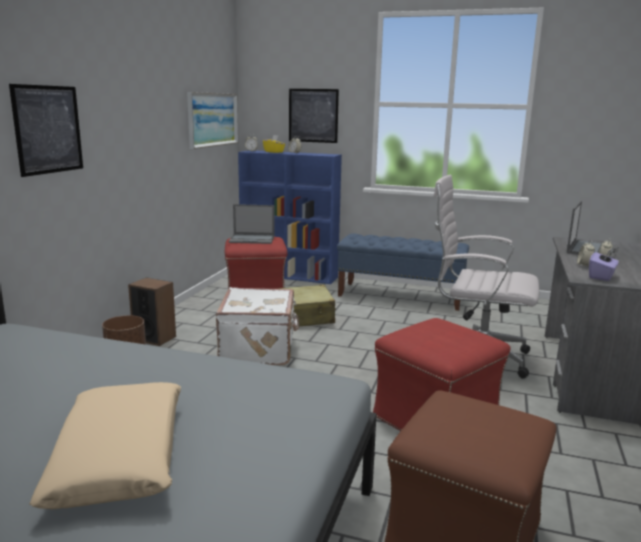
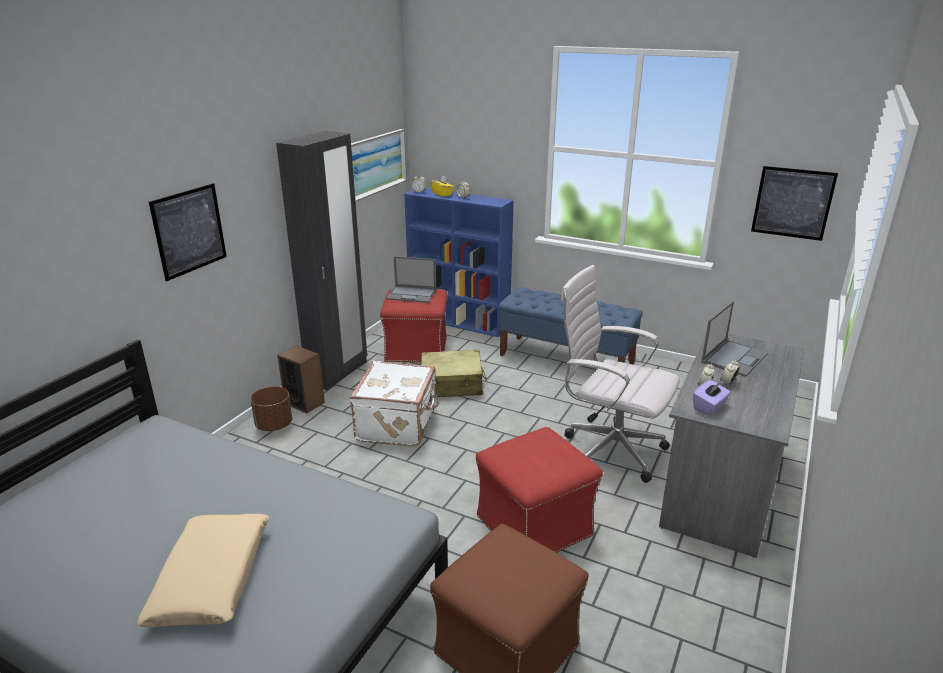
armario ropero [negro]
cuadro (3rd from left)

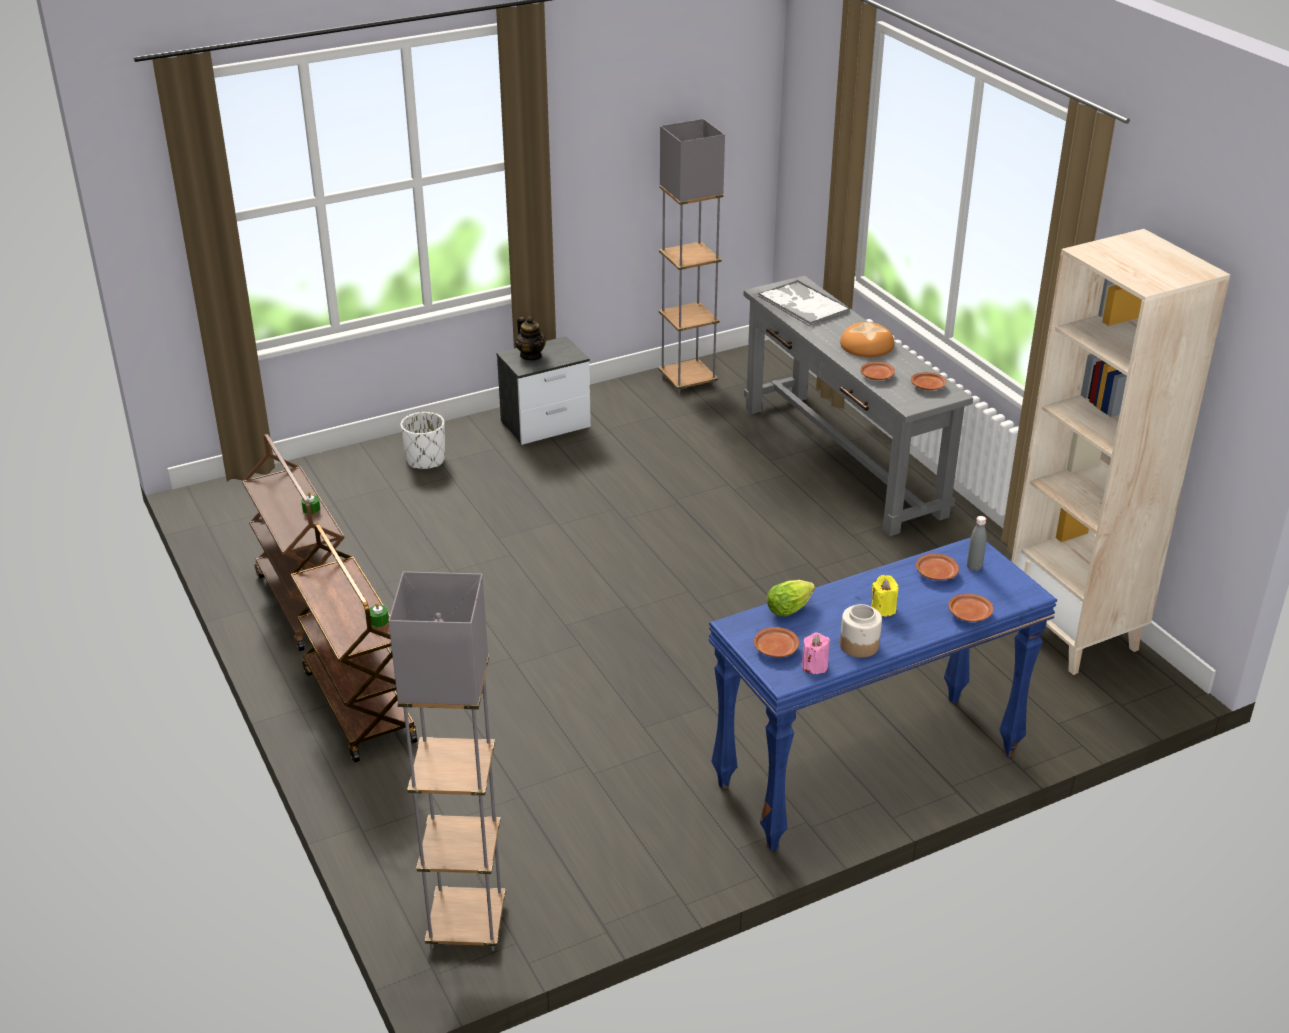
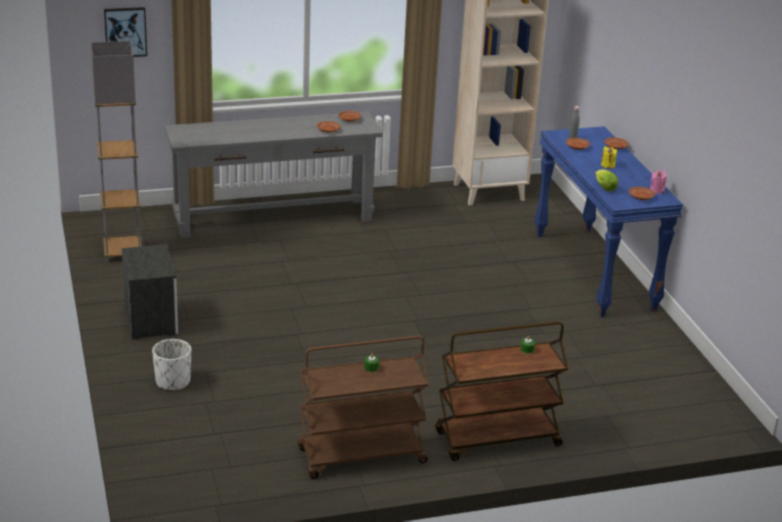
cuadro
lámpara de pie [gris] (1st from left in the first image)
tetera
bandeja
pan
tarro

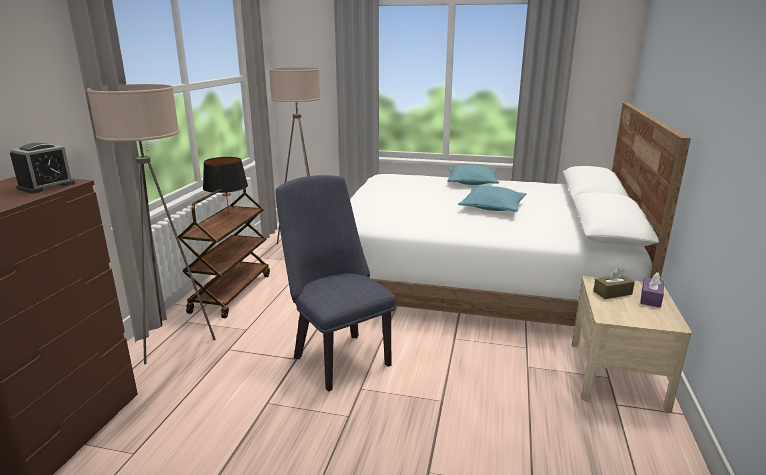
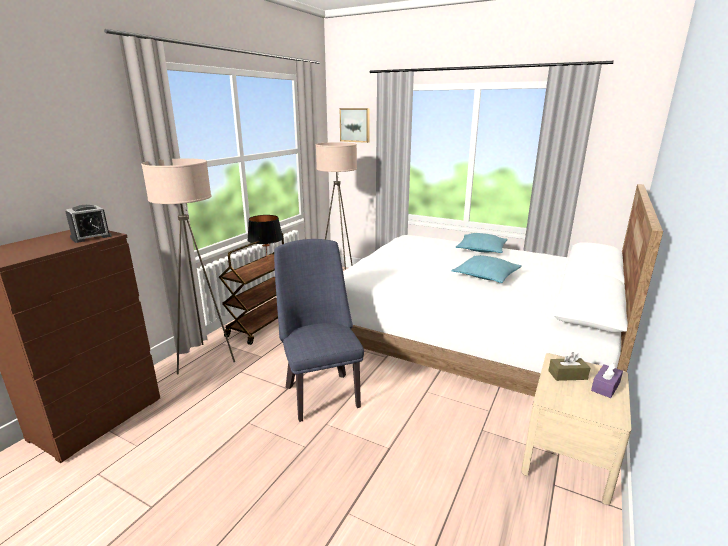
cuadro

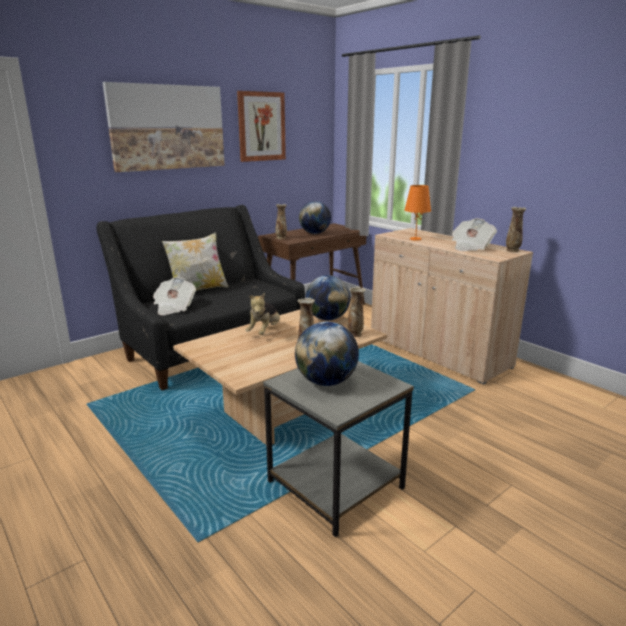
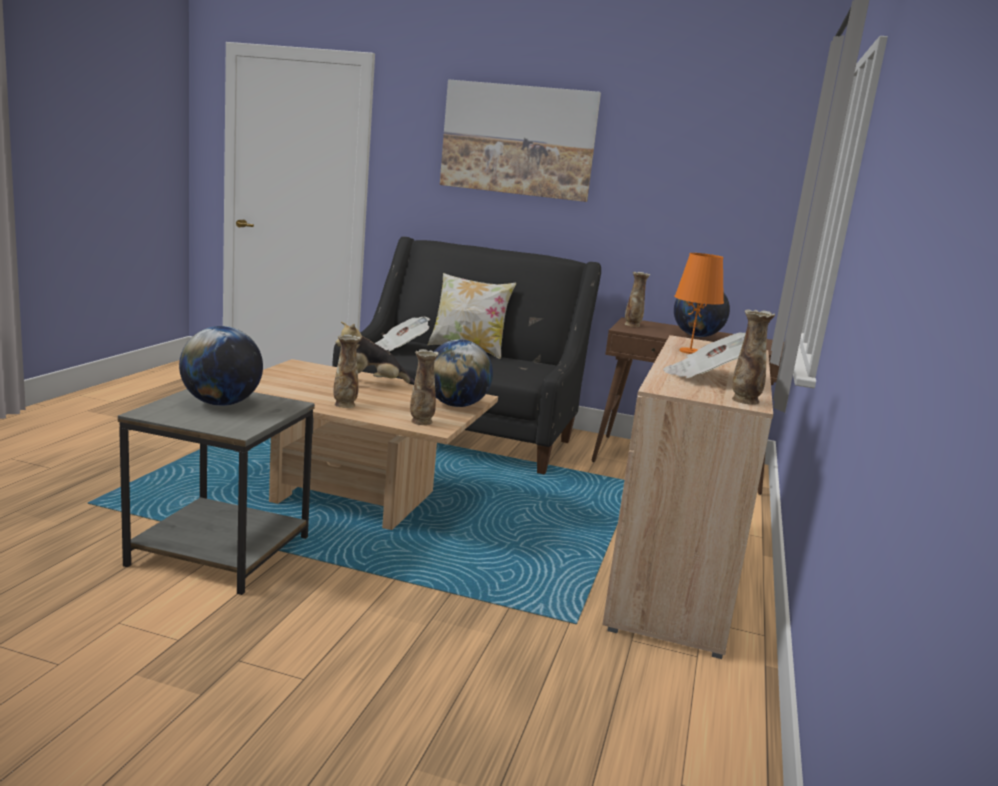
cuadro (2nd from left in the first image)

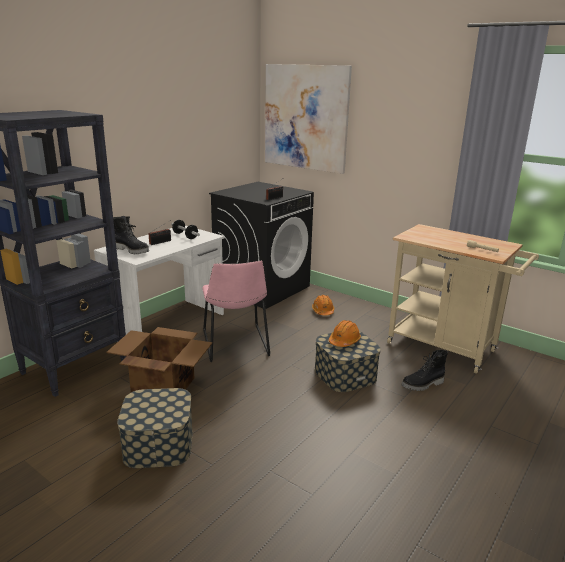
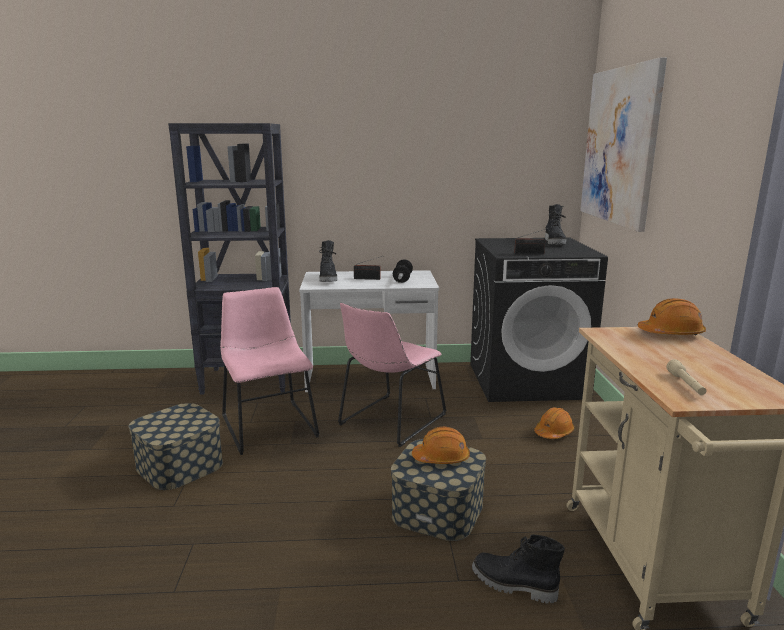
silla [rosa] (1st from left)
bota [negro] (3rd from left)
casco [naranja] (3rd from left)

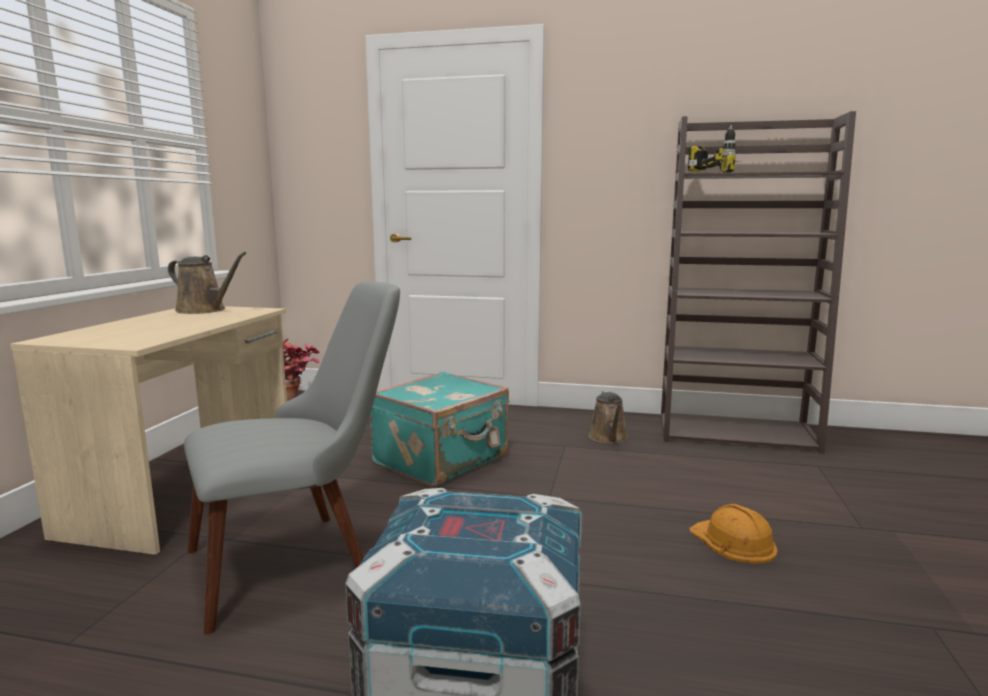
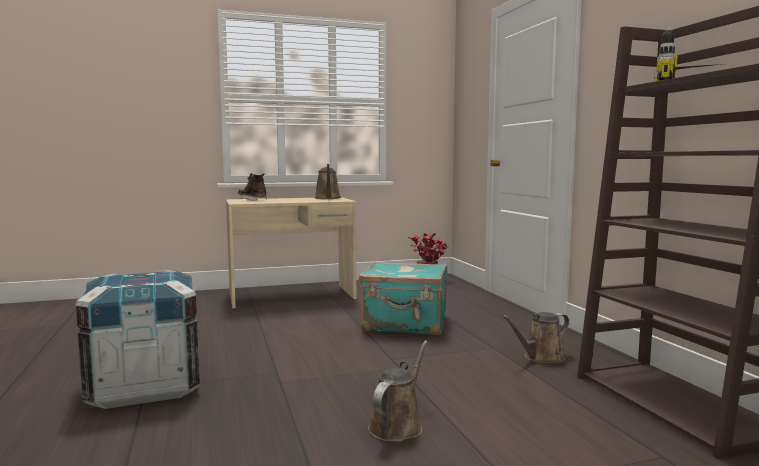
bota [marrón]
regadera [marrón] (2nd from left)
silla [gris]

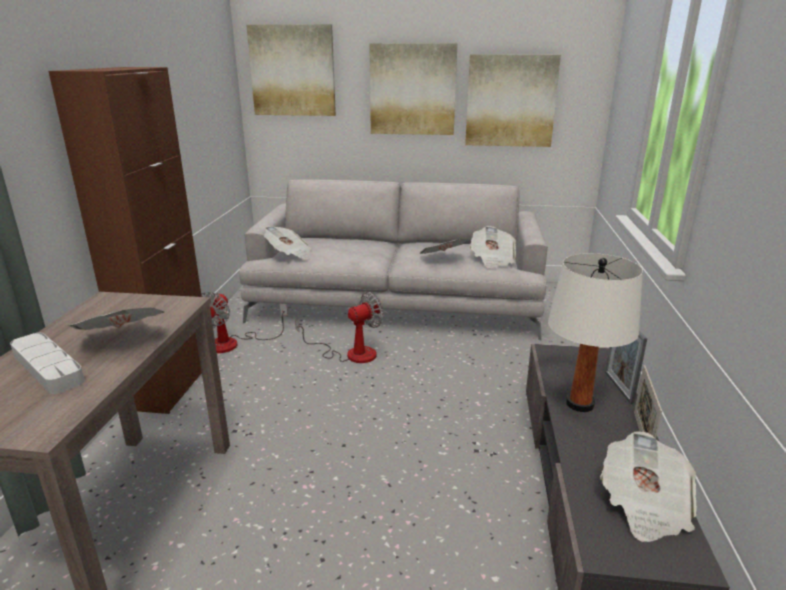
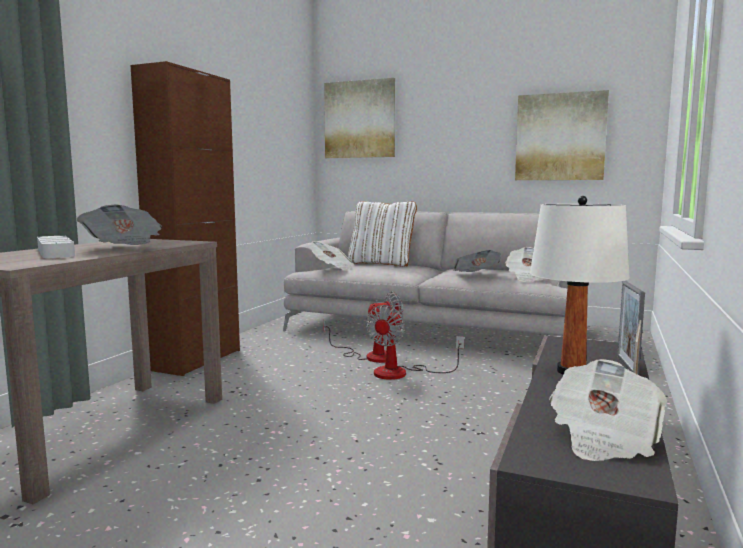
cojín [blanco]
ventilador (2nd from left)
cuadro (2nd from left in the first image)

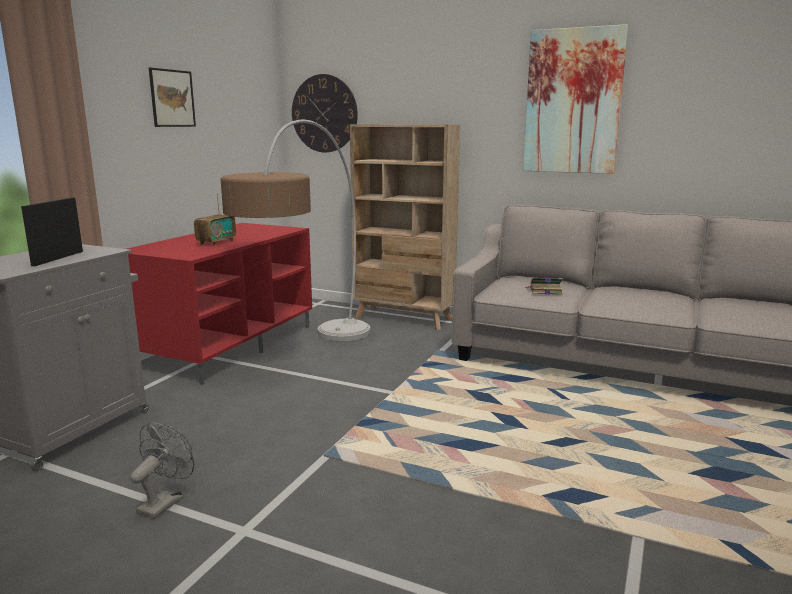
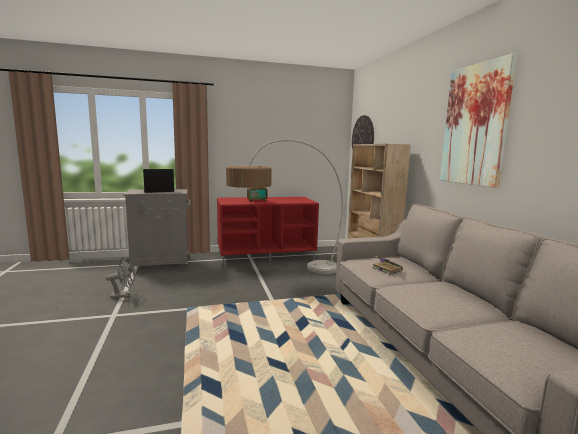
cuadro (1st from left in the first image)

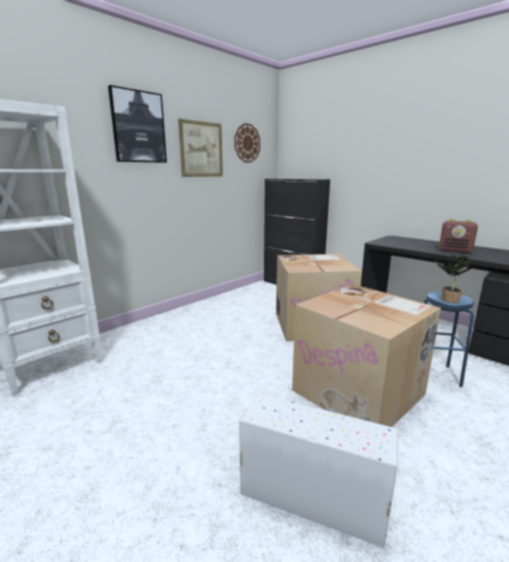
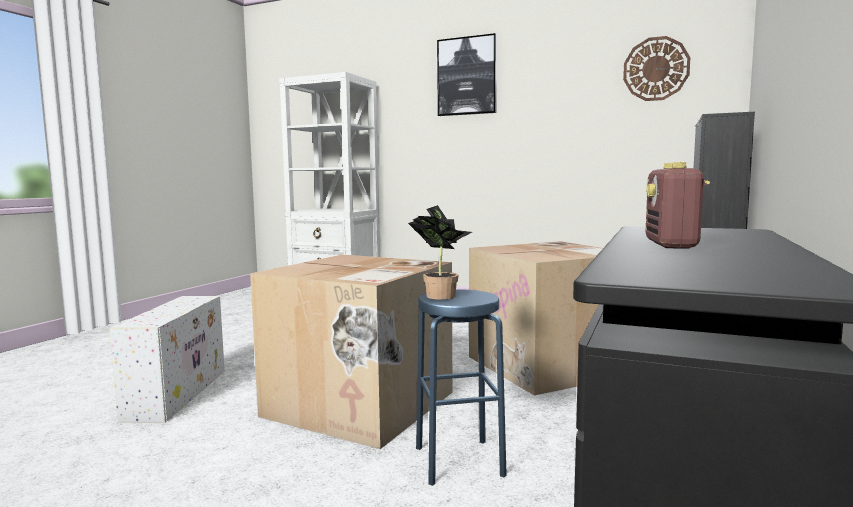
cuadro (2nd from left in the first image)

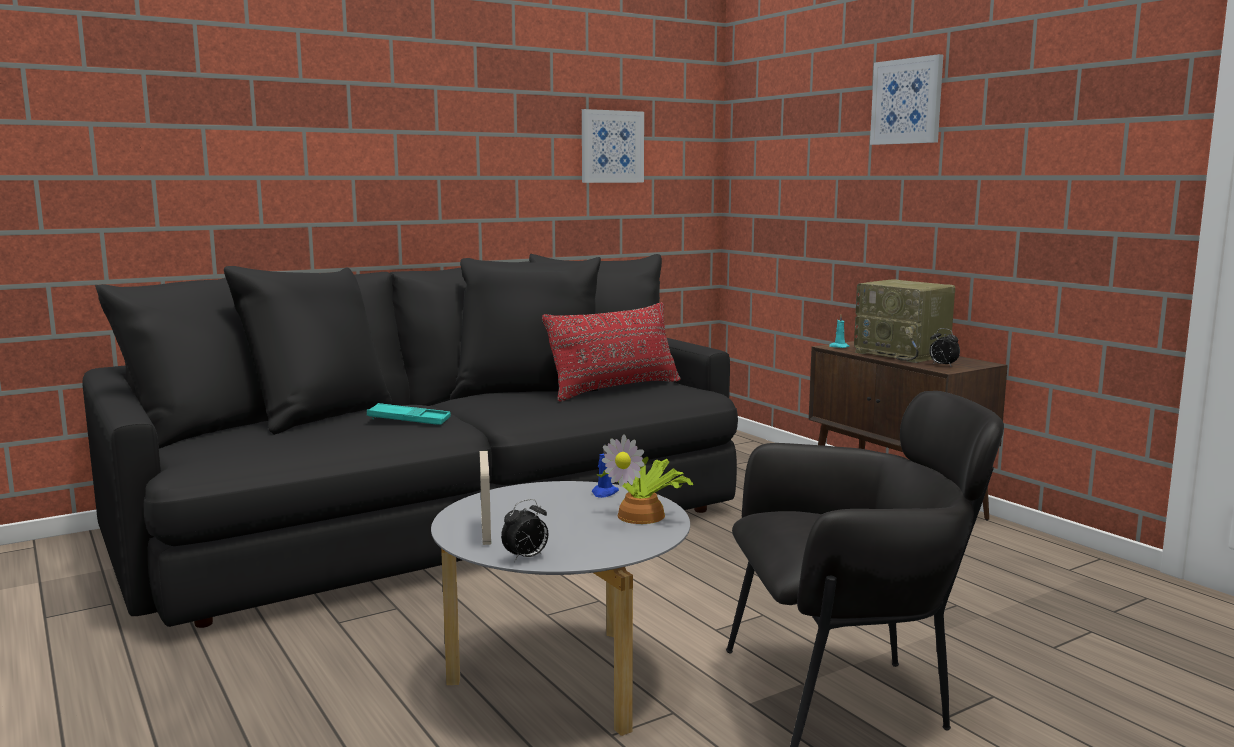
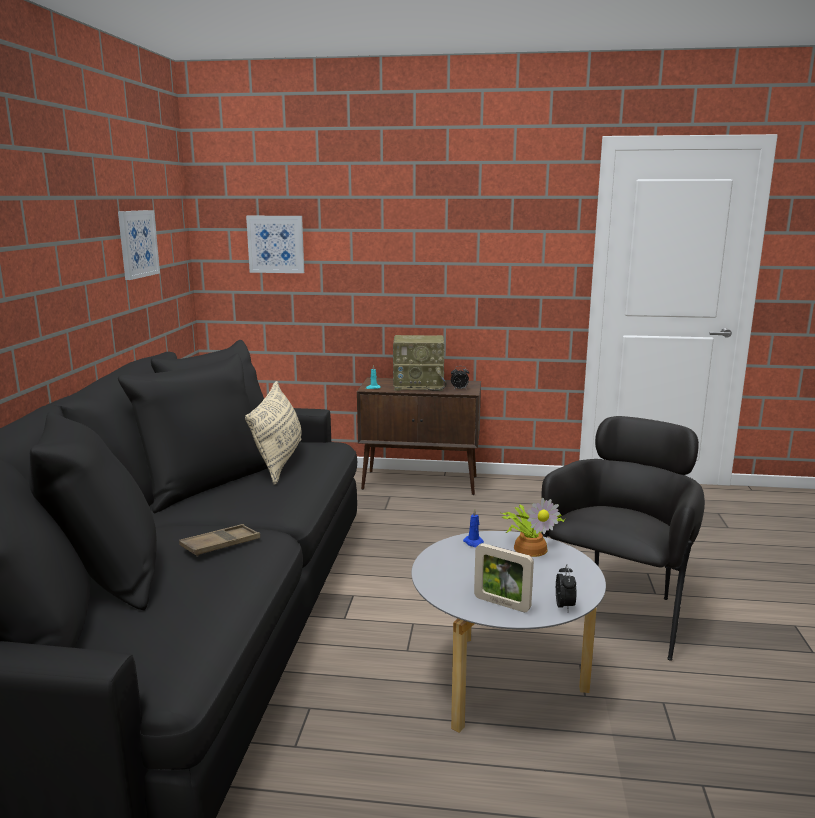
bandeja [marrón]
cojín [beis]
cuadro (2nd from left)

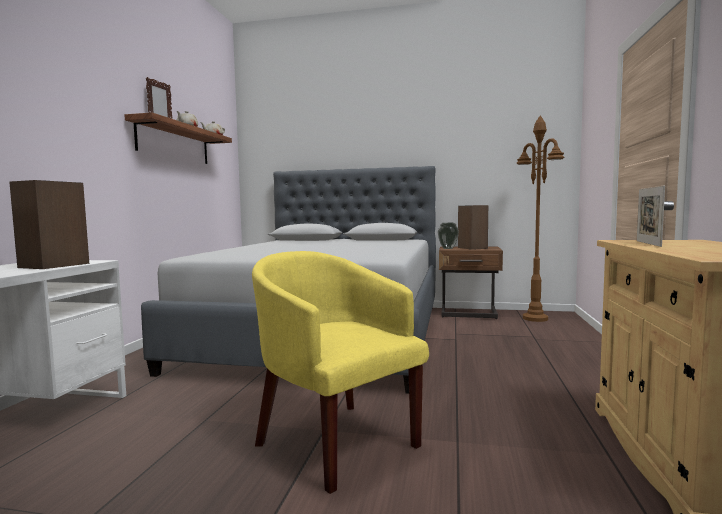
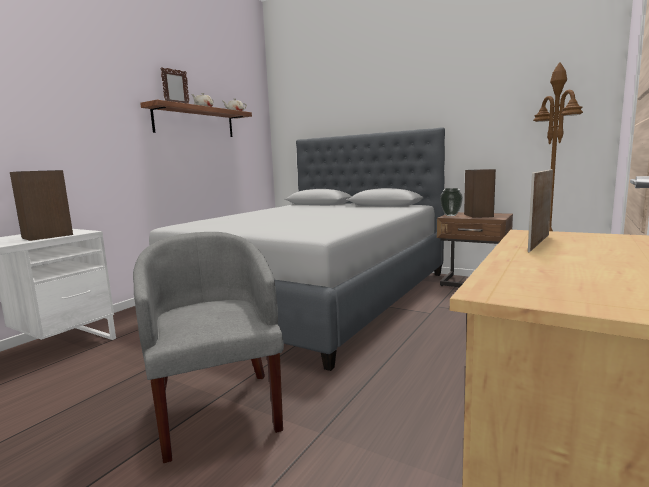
sillón [gris]

